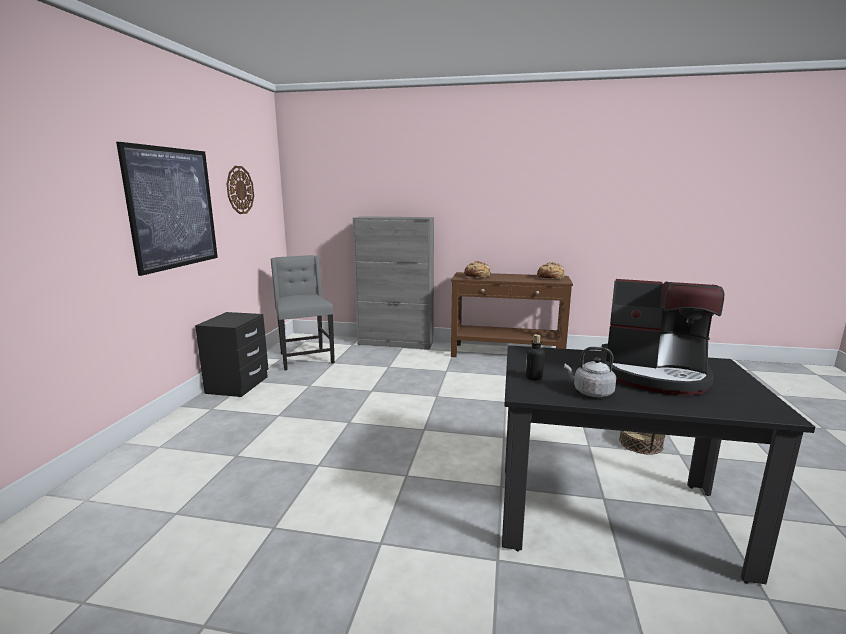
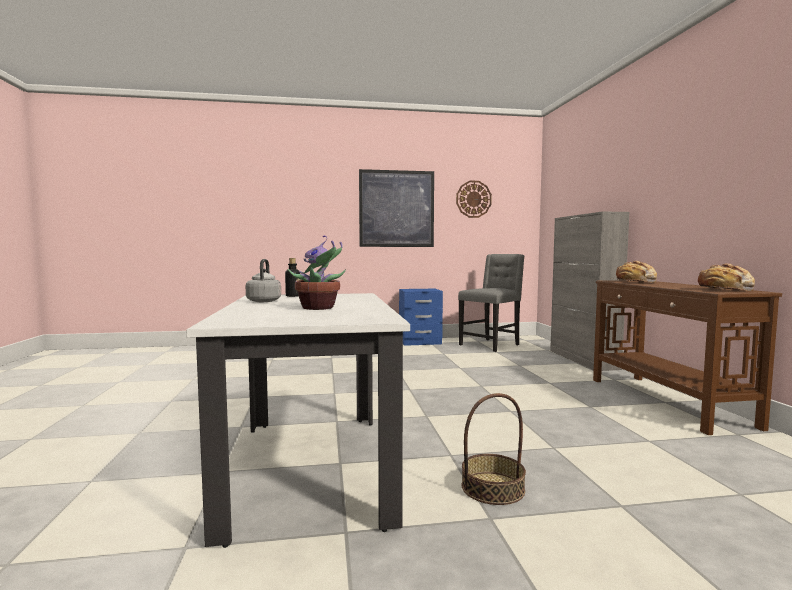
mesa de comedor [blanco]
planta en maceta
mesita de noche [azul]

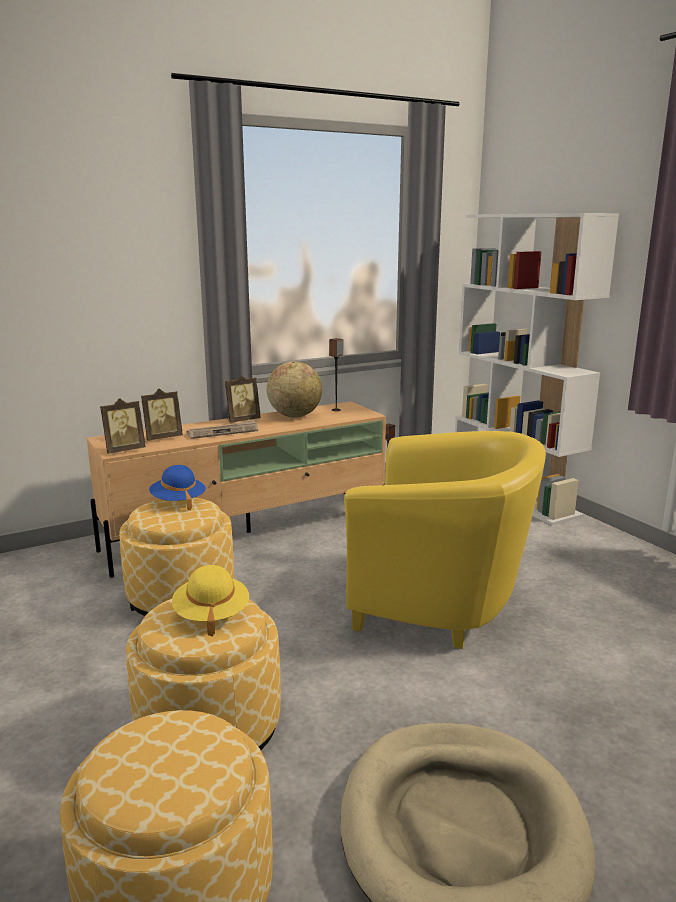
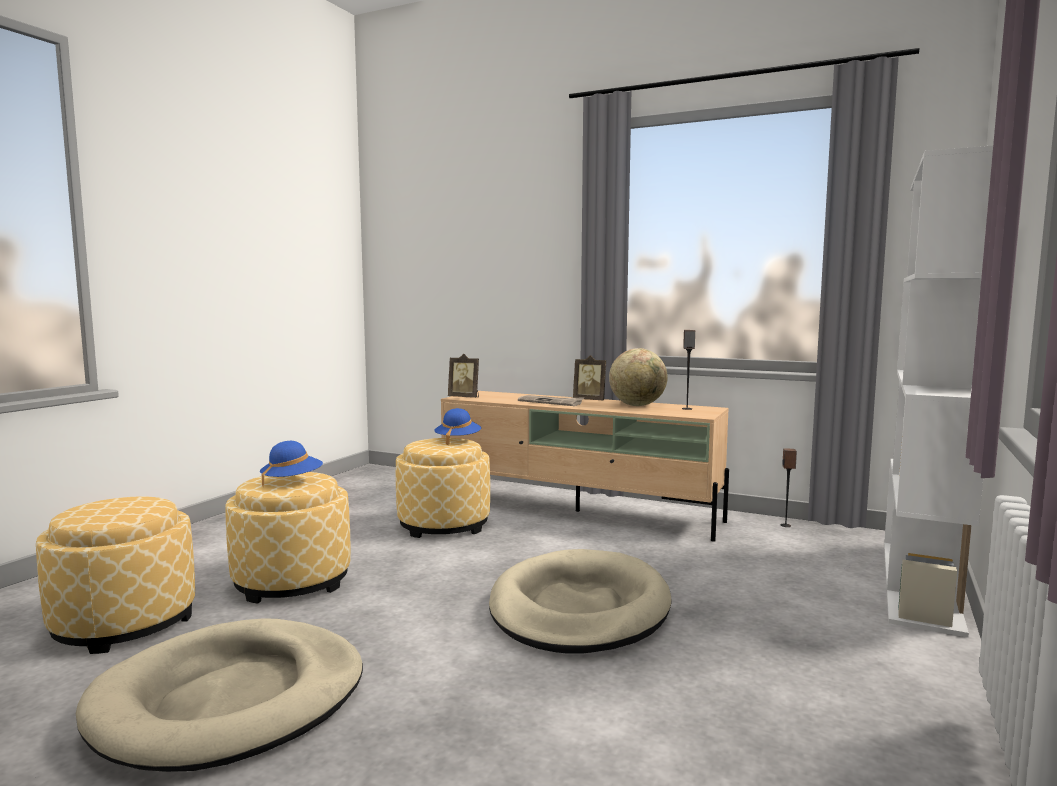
sombrero [azul] (1st from left)
cama para perro [beis] (2nd from left)
portarretratos (2nd from left in the first image)

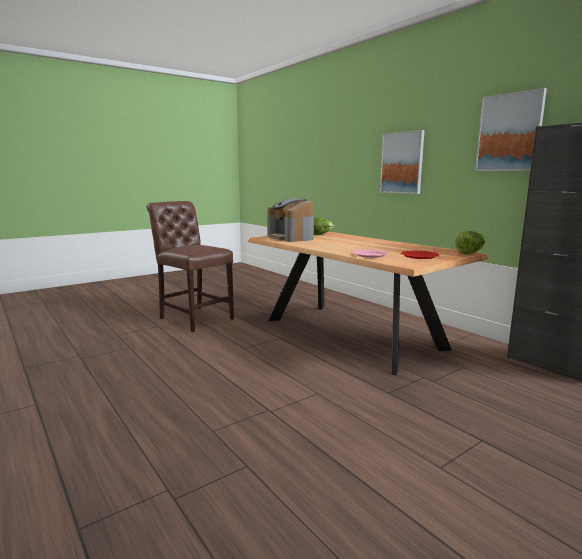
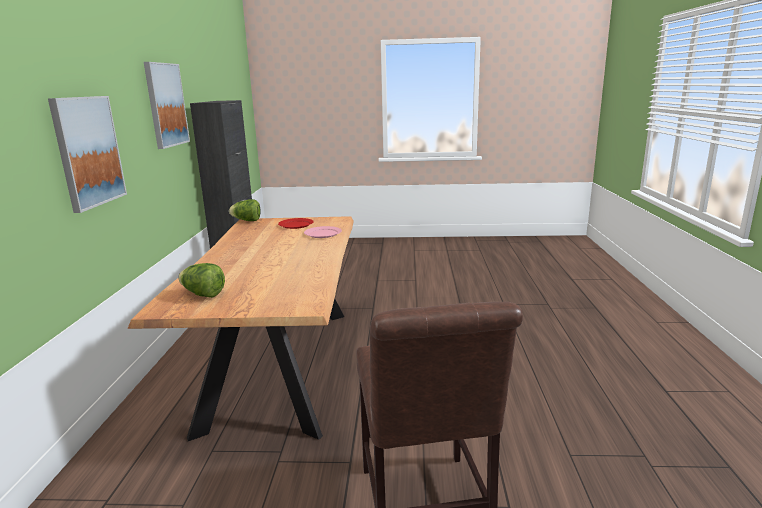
cafetera

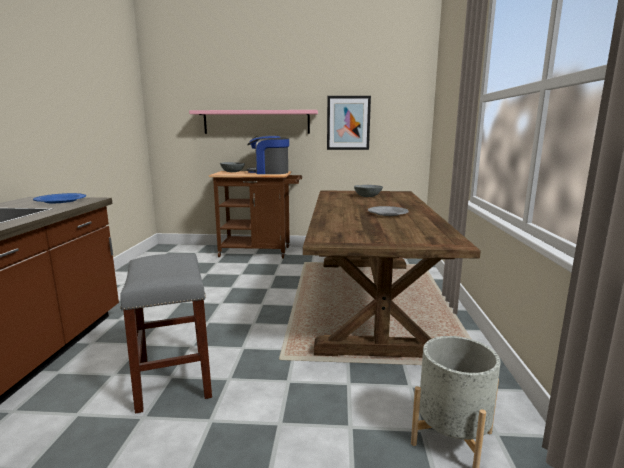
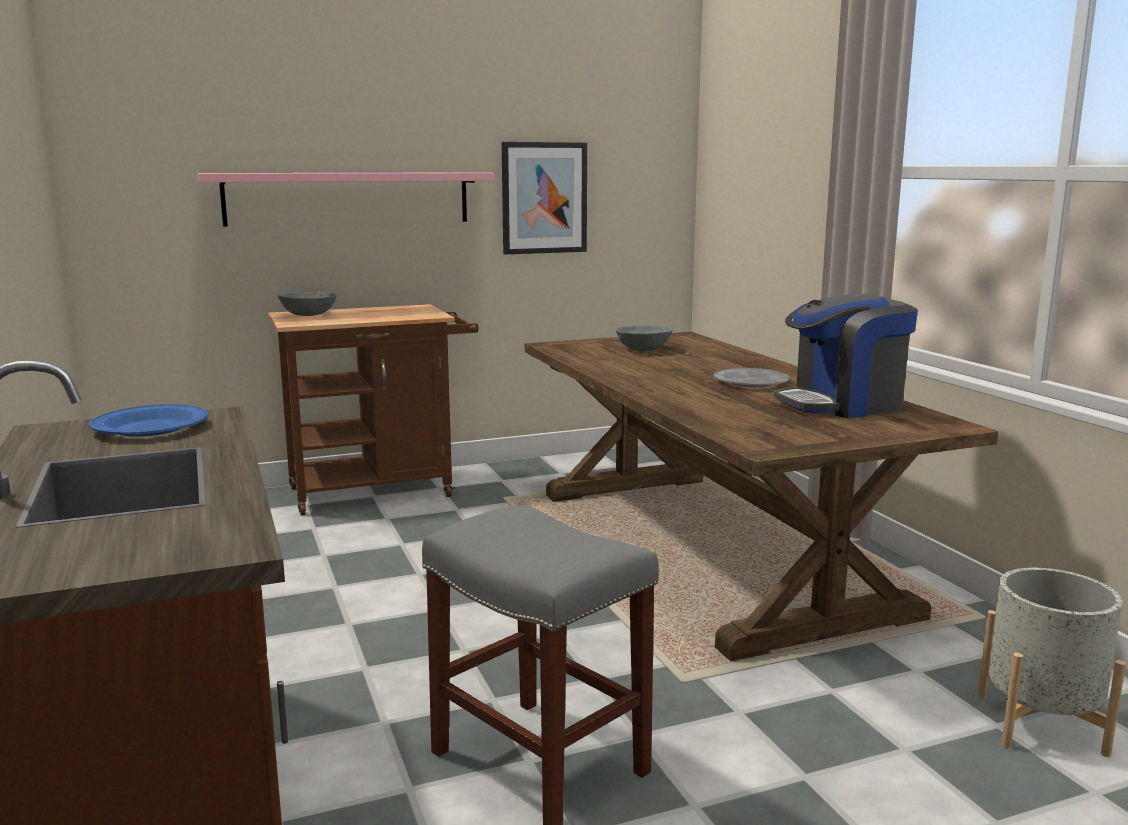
cafetera

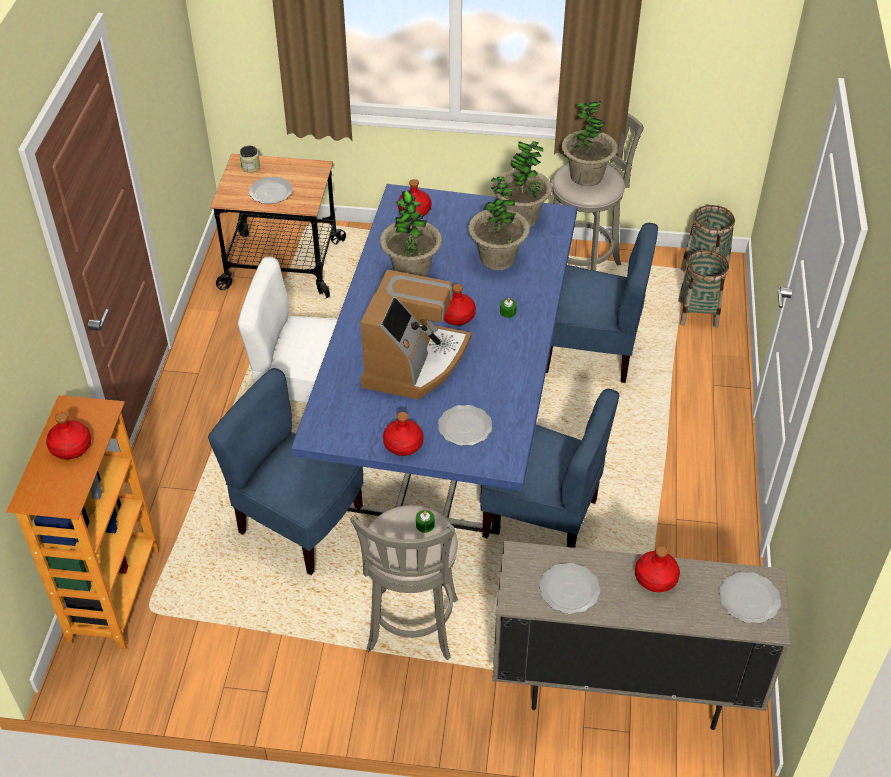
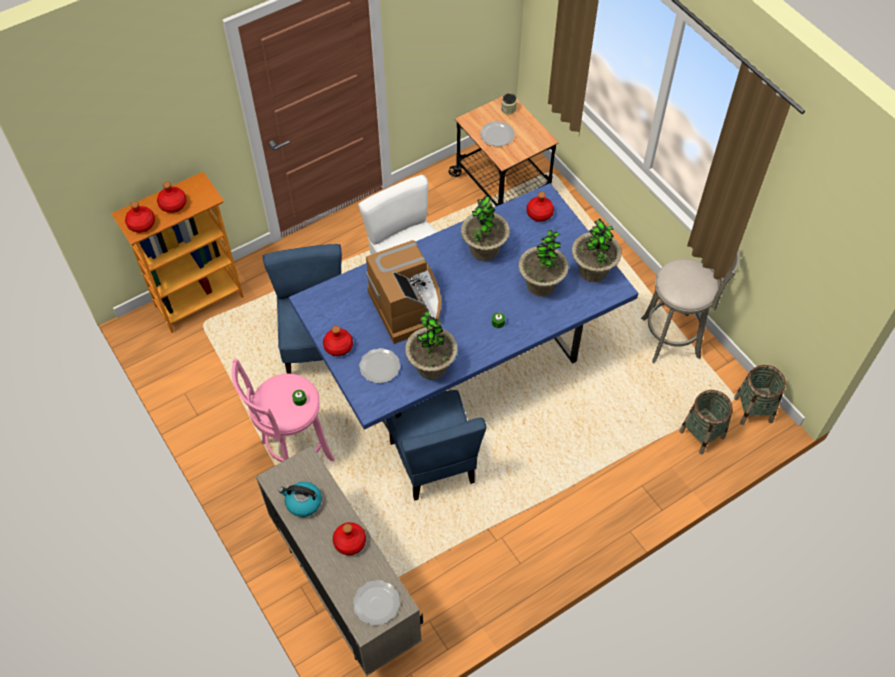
botella [rojo] (1st from left)
taburete [rosa]
hervidor
cafetera
planta en maceta (1st from left)
silla [azul] (3rd from left in the first image)

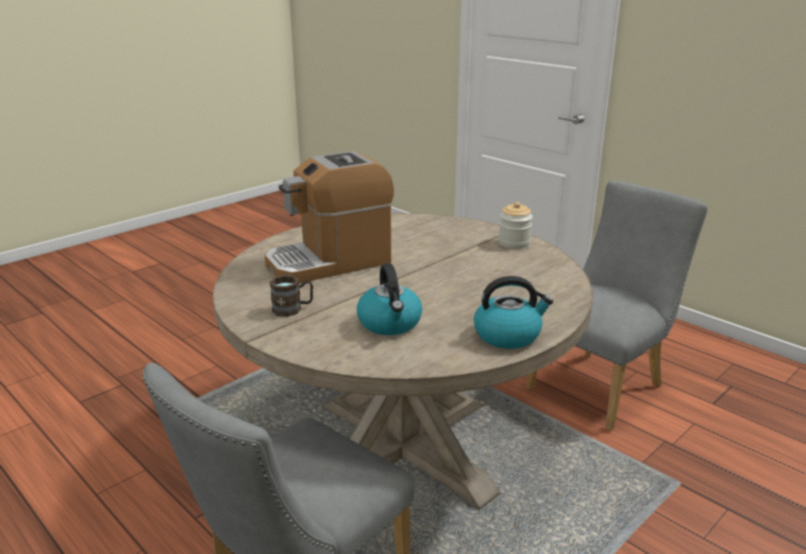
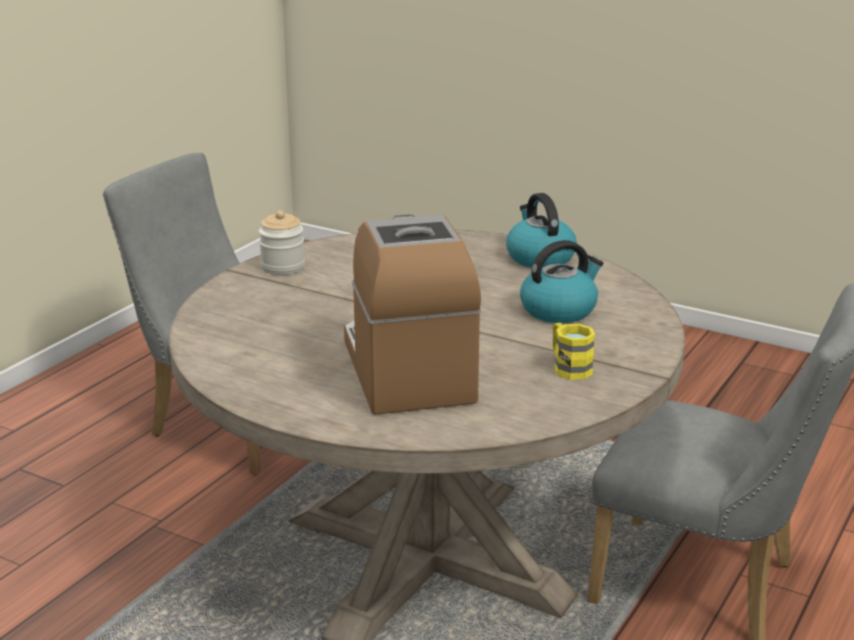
cafetera
taza grande [amarillo]

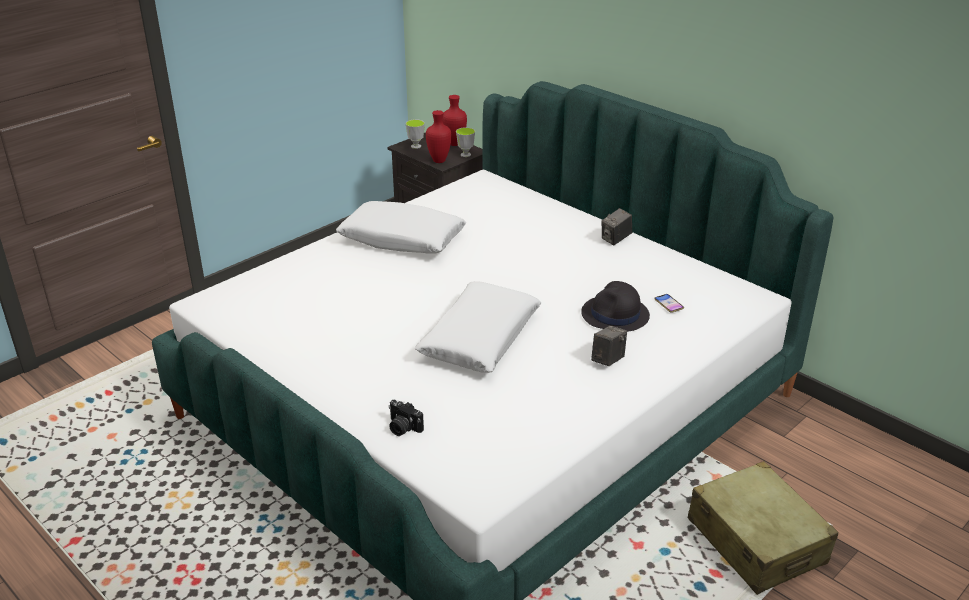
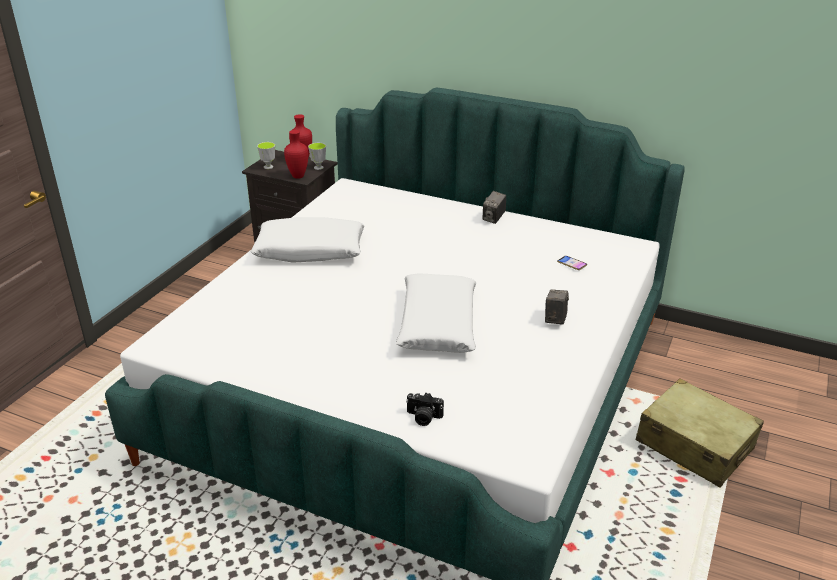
sombrero [negro]

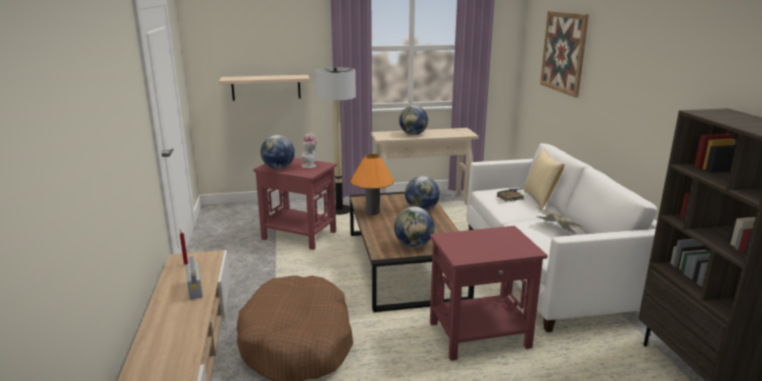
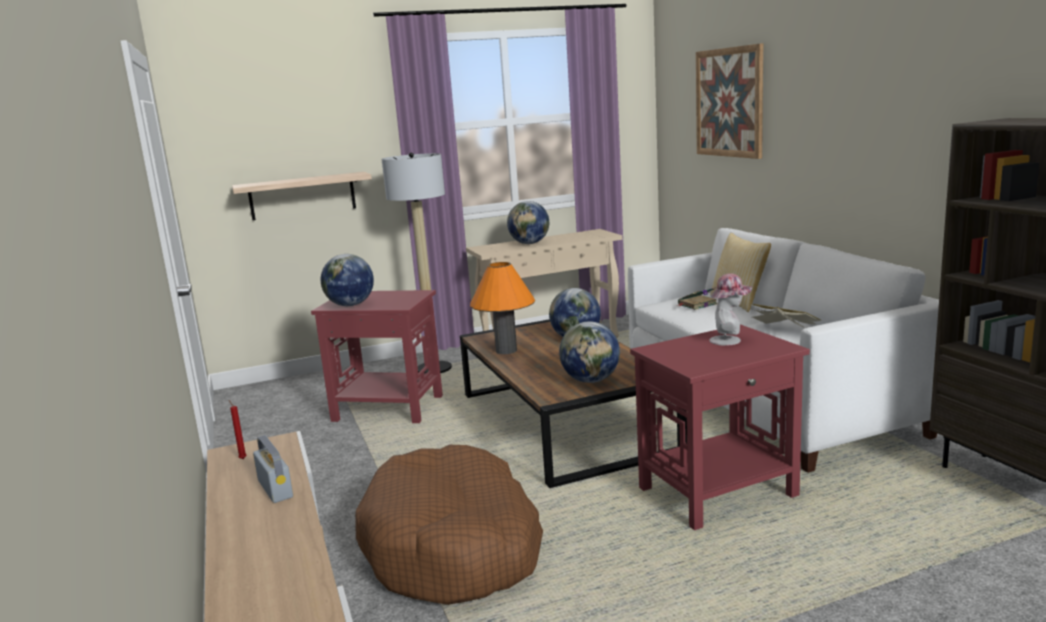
sombrero

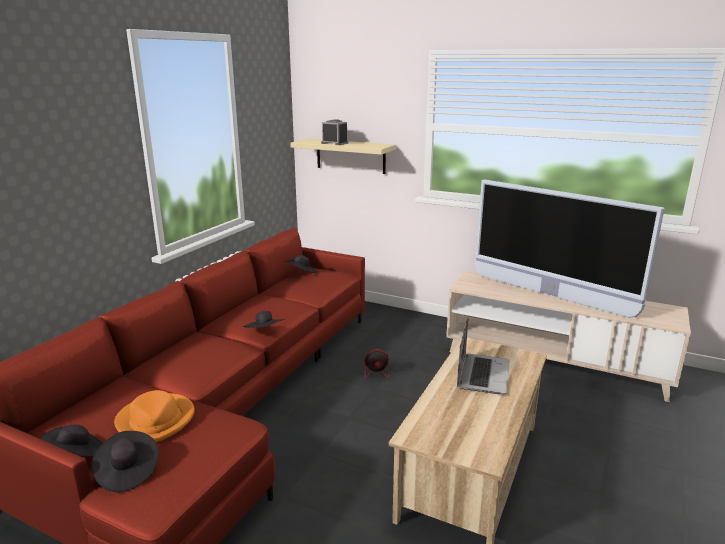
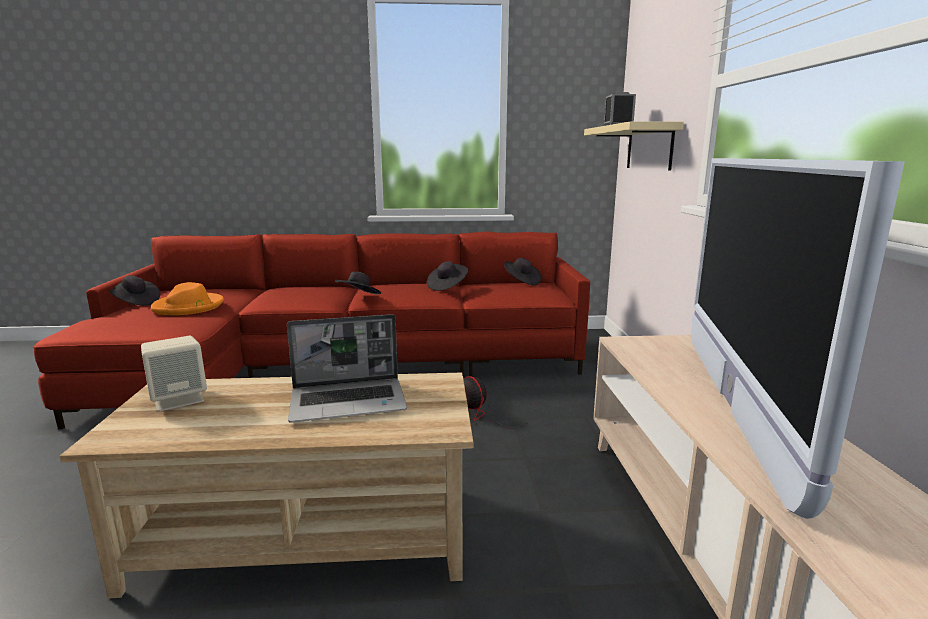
altavoz [beis]
sombrero [negro] (3rd from left)

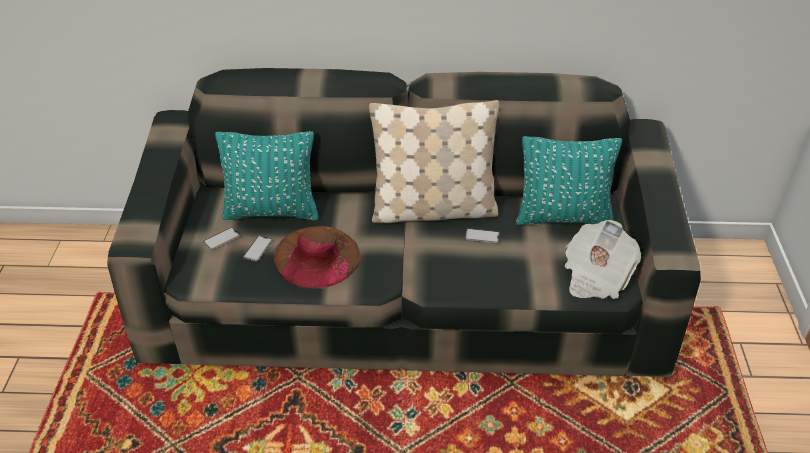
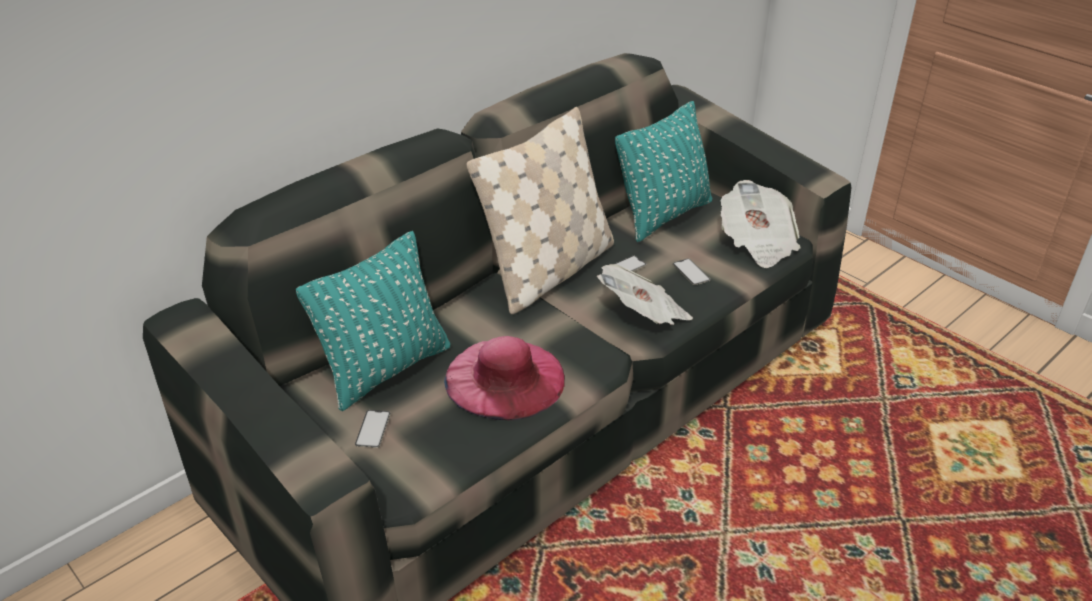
sombrero [rosa]
periódico (1st from left)
móvil (3rd from left)

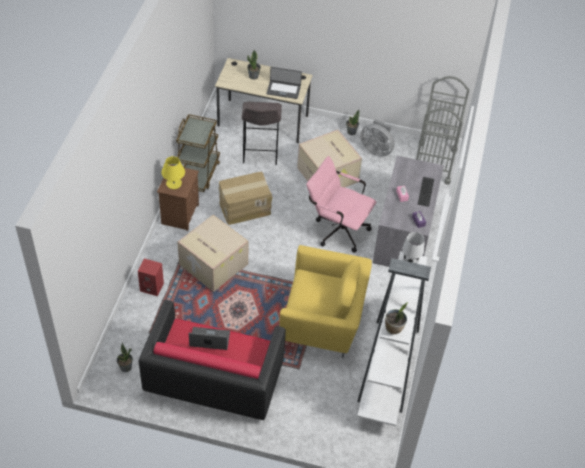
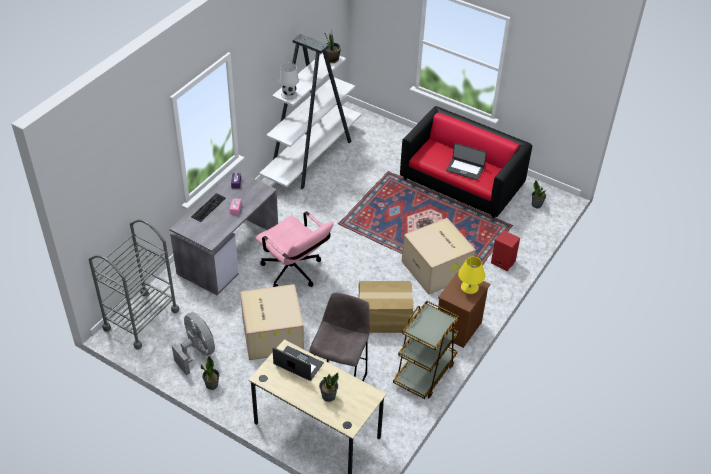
sillón [amarillo]

